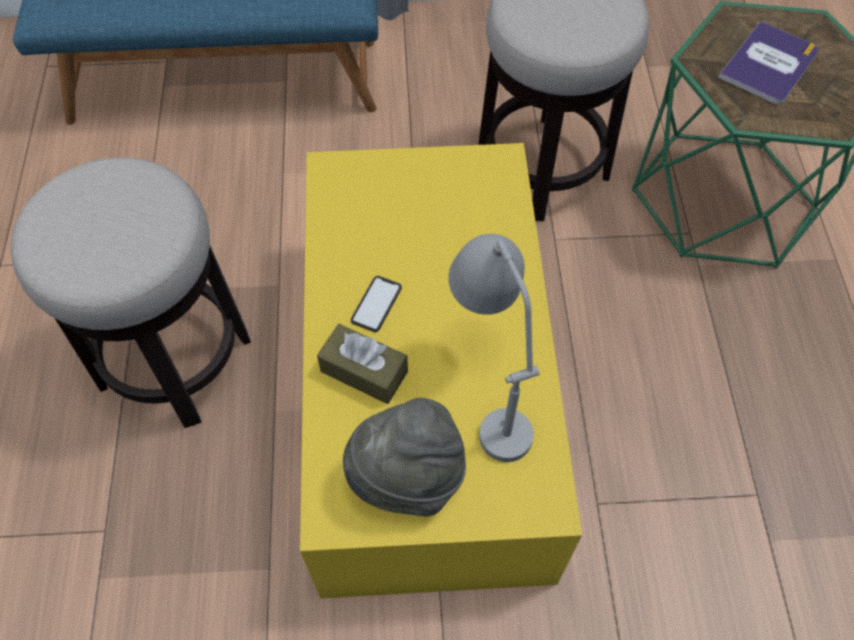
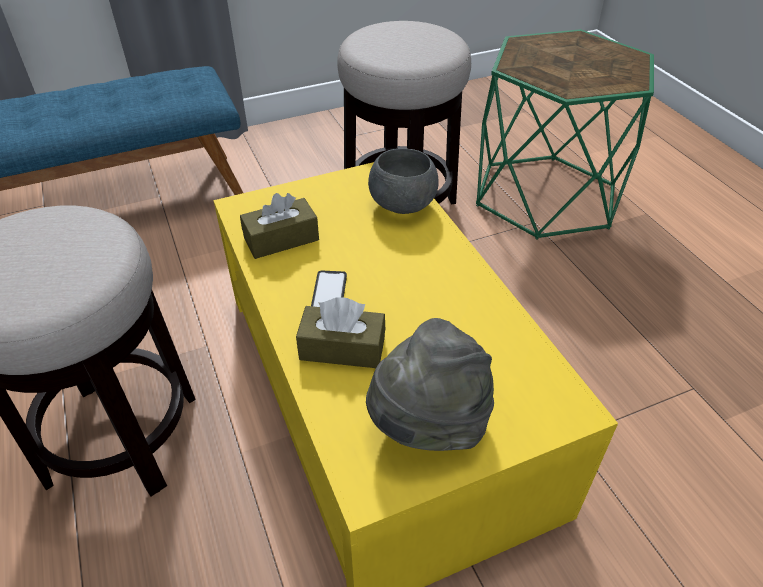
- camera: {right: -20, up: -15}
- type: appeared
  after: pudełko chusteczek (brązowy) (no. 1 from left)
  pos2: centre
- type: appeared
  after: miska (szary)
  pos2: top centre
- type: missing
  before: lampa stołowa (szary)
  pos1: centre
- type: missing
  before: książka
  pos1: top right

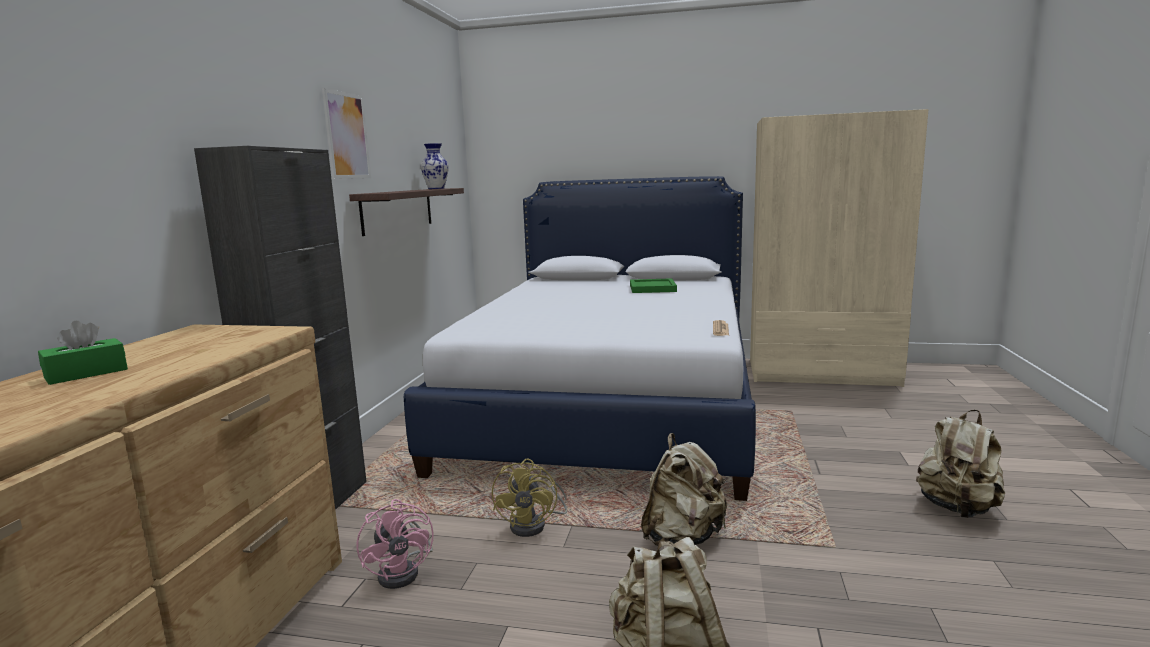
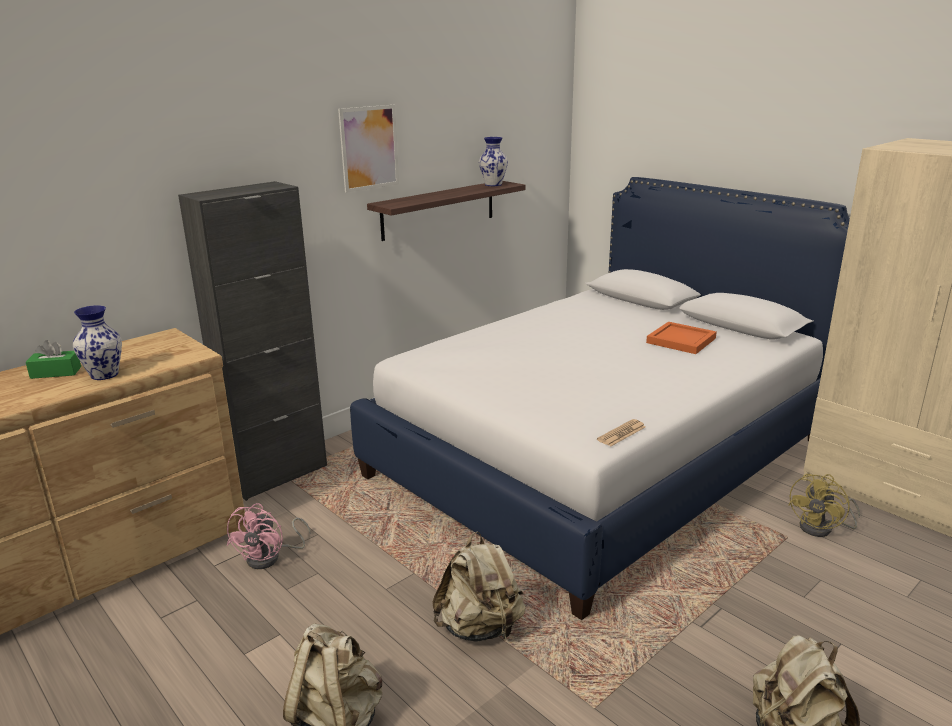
- camera: {right: 35, up: 10}
- type: appeared
  after: wazon (no. 1 from left)
  pos2: middle left
- type: colour
  before: taca (zielony)
  after: taca (pomarańczowy)
  pos1: centre
  pos2: middle right
- type: relocated
  before: wentylator (żółty)
  pos1: bottom centre
  pos2: bottom right

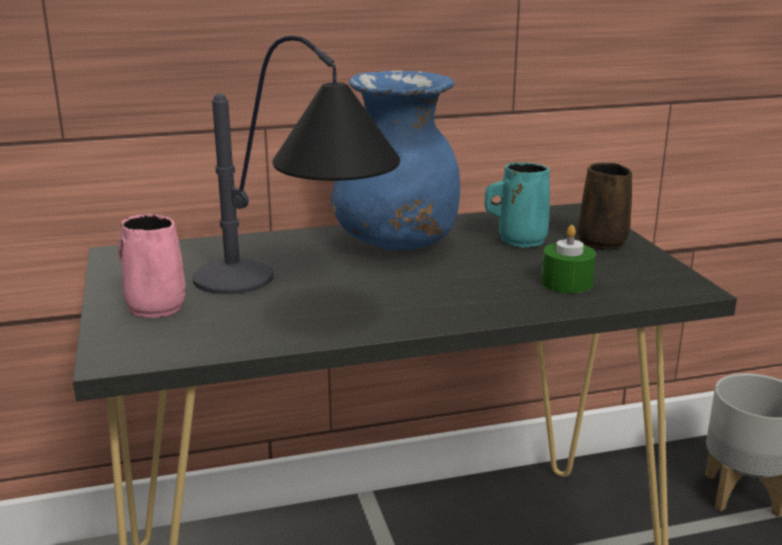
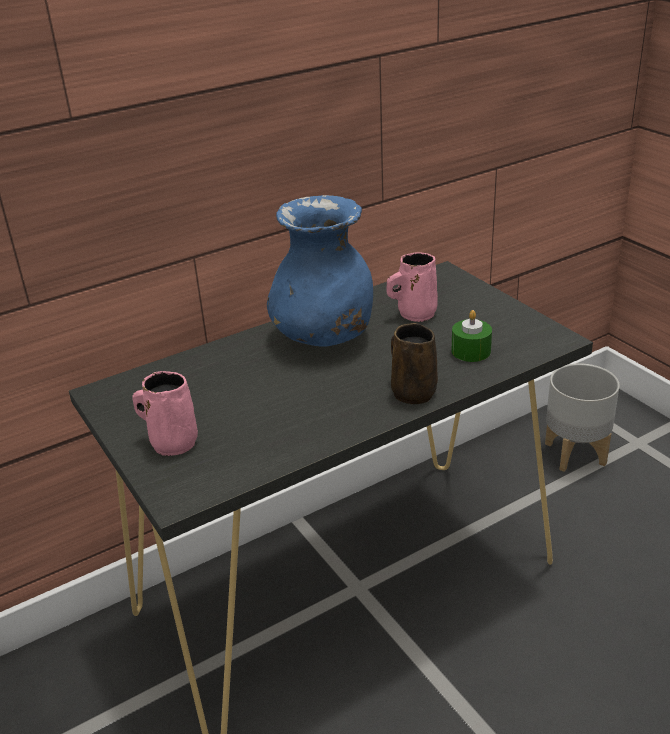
- camera: {right: -15, up: 10}
- type: colour
  before: kubek (turkusowy)
  after: kubek (różowy) (no. 2 from left)
  pos1: centre
  pos2: centre
- type: relocated
  before: kubek (brązowy)
  pos1: middle right
  pos2: centre
- type: missing
  before: lampa stołowa
  pos1: top centre

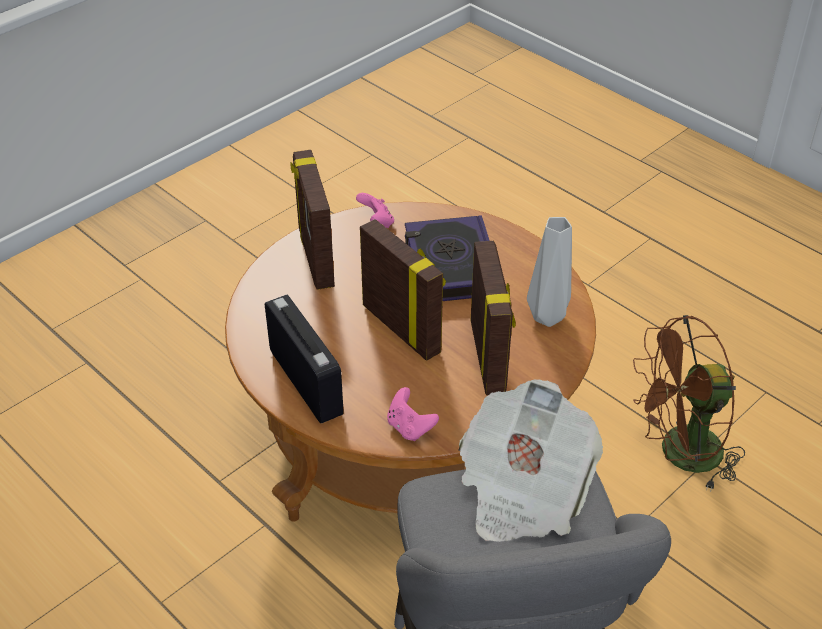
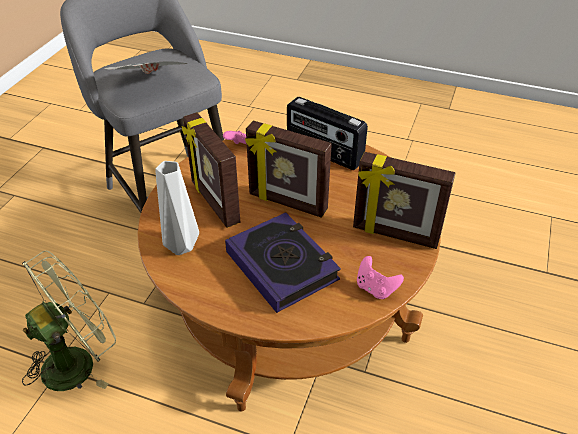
- camera: {right: 155, up: 0}
- type: colour
  before: wentylator (brązowy)
  after: wentylator (zielony)
  pos1: middle right
  pos2: bottom left
- type: spun
  before: ramka na zdjęcie (no. 1 from left in the first image)
  pos1: centre
  pos2: middle right
  turn: 150

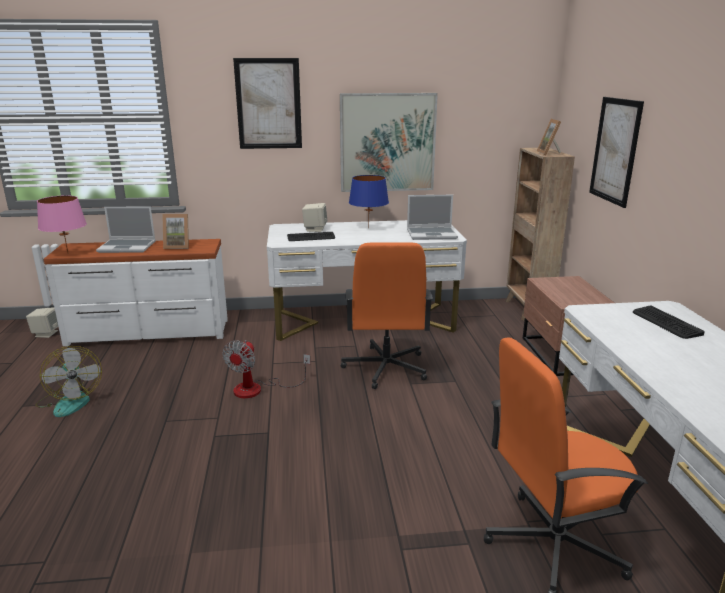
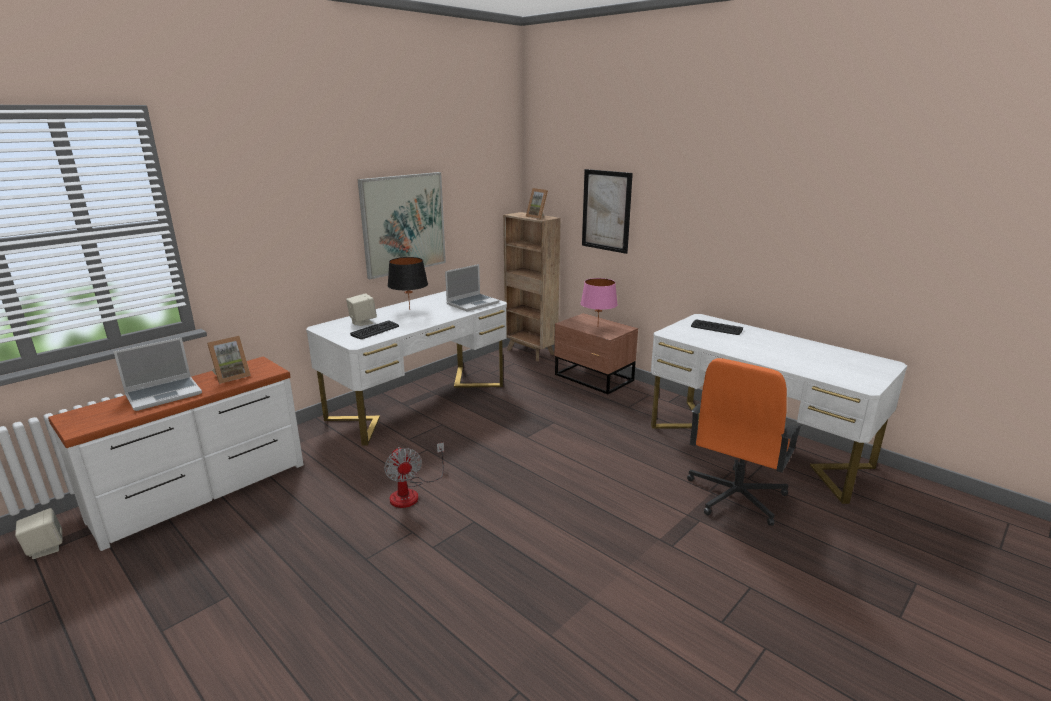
- camera: {right: -40, up: 0}
- type: colour
  before: lampa stołowa (niebieski)
  after: lampa stołowa (czarny)
  pos1: centre
  pos2: centre
- type: relocated
  before: lampa stołowa (różowy)
  pos1: middle left
  pos2: centre
- type: missing
  before: wentylator (no. 1 from left)
  pos1: middle left
- type: missing
  before: obraz (no. 1 from left)
  pos1: top centre
- type: missing
  before: krzesło biurowe (pomarańczowy) (no. 1 from left)
  pos1: centre

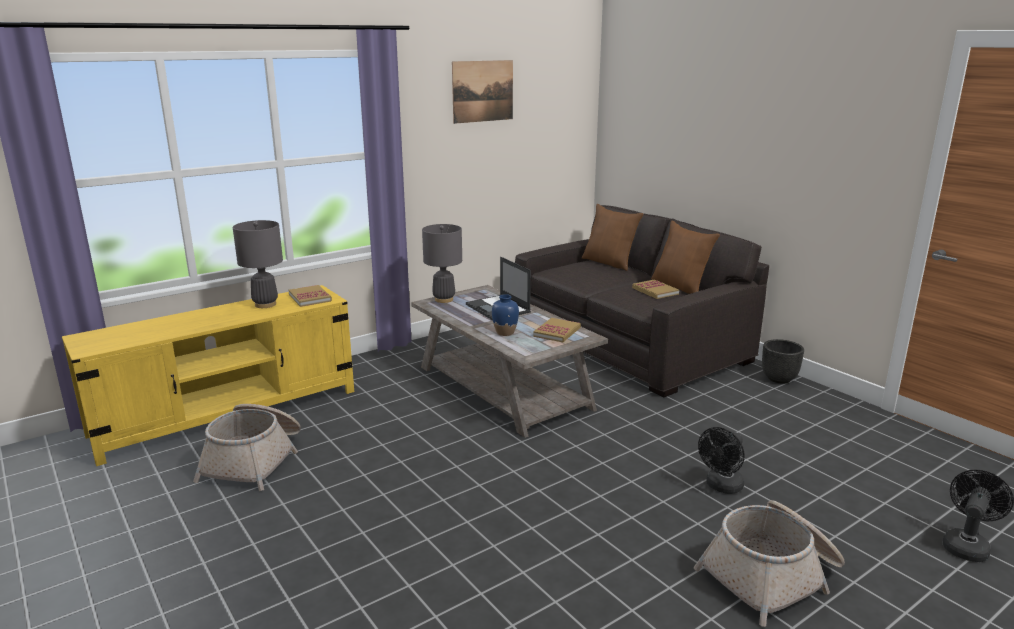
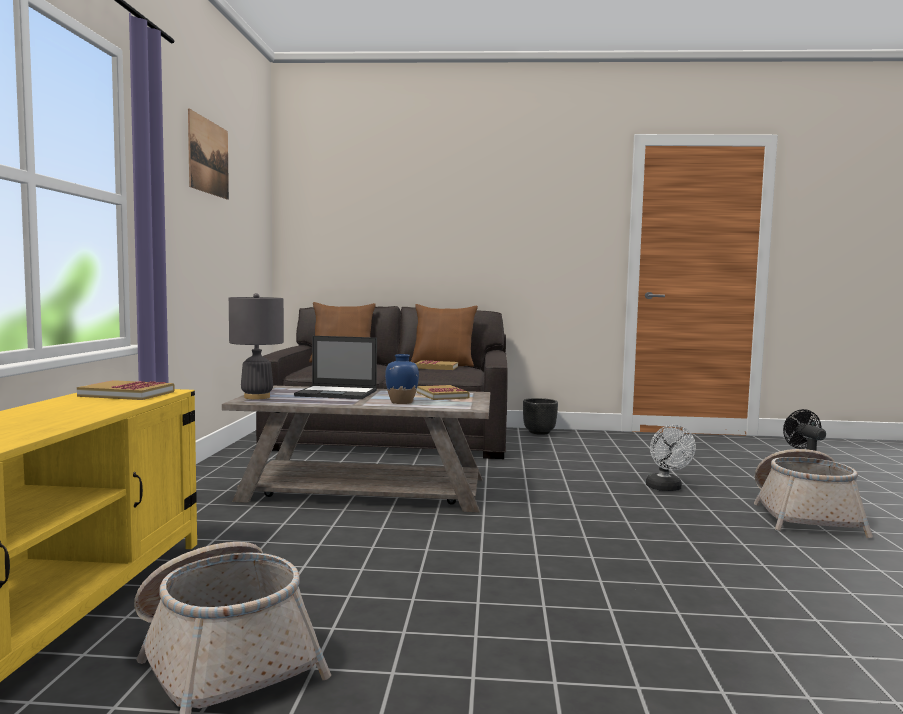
- camera: {right: -50, up: -15}
- type: colour
  before: wentylator (czarny) (no. 1 from left)
  after: wentylator (biały)
  pos1: bottom right
  pos2: middle right
- type: missing
  before: lampa stołowa (szary) (no. 1 from left)
  pos1: middle left

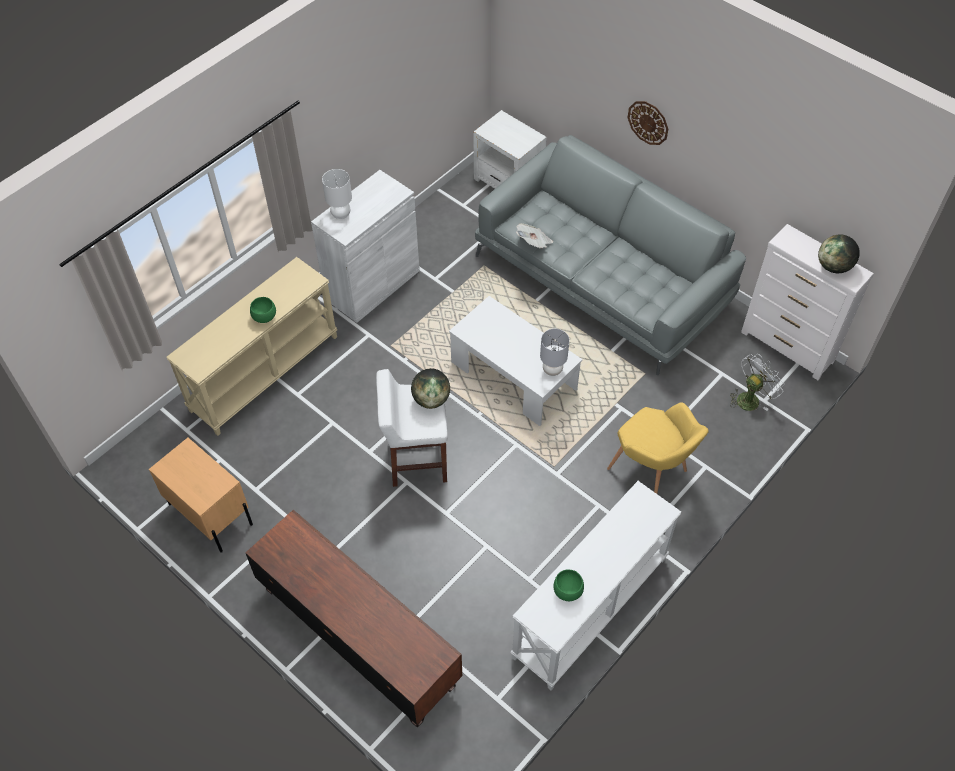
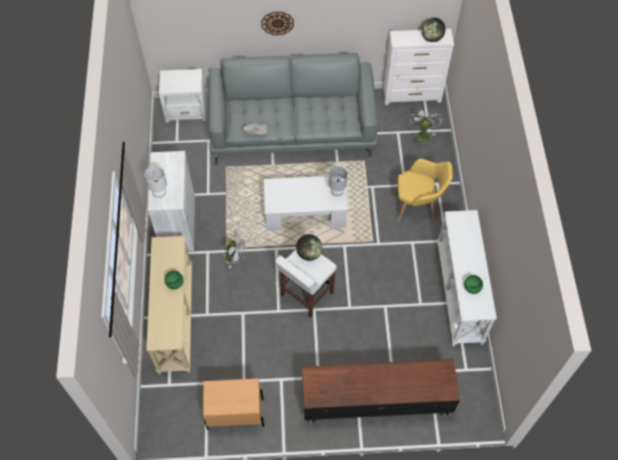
- camera: {right: -45, up: 5}
- type: appeared
  after: wentylator (biały) (no. 1 from left)
  pos2: centre

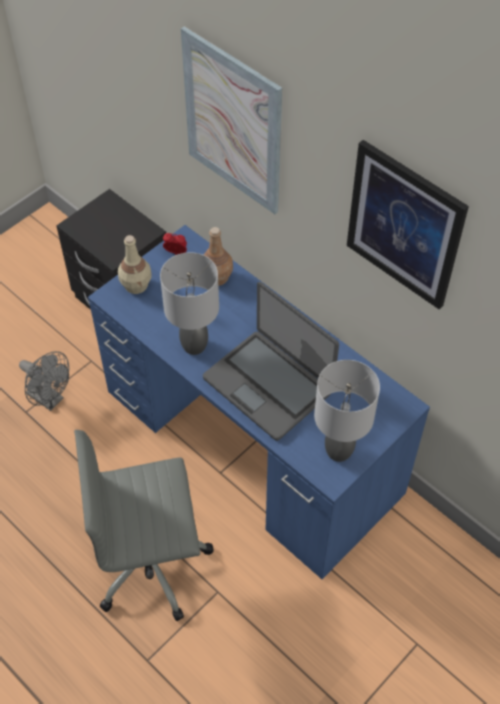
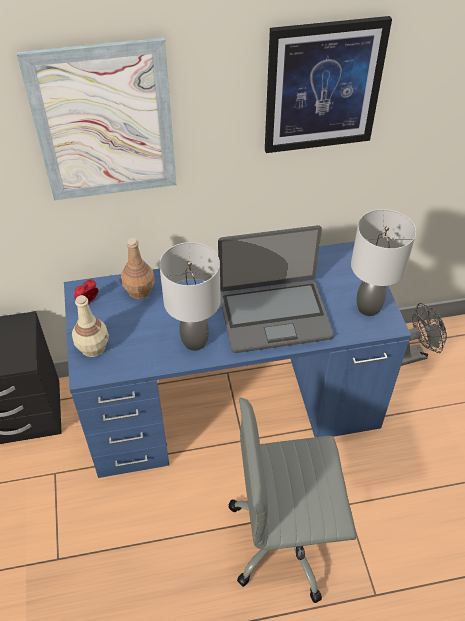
- camera: {right: -55, up: -5}
- type: spun
  before: krzesło biurowe (szary)
  pos1: bottom left
  pos2: bottom centre
  turn: 60
- type: relocated
  before: wentylator (szary)
  pos1: middle left
  pos2: middle right

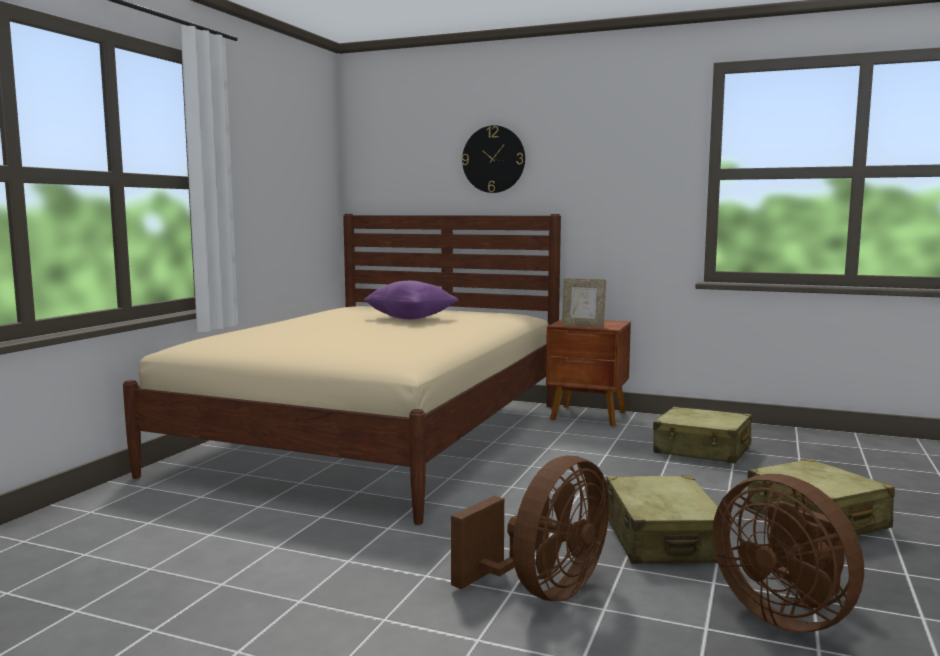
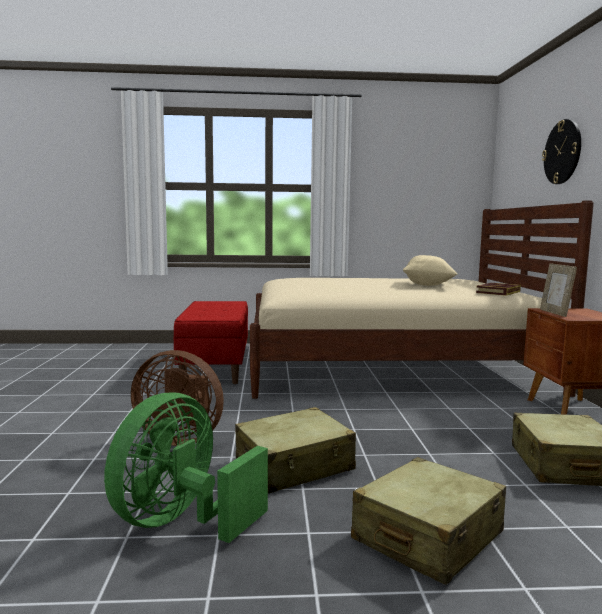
- camera: {right: 65, up: 0}
- type: colour
  before: wentylator (brązowy) (no. 2 from left)
  after: wentylator (zielony)
  pos1: bottom right
  pos2: bottom left
- type: appeared
  after: ławka (czerwony)
  pos2: centre
- type: colour
  before: poduszka (fioletowy)
  after: poduszka (beżowy)
  pos1: centre
  pos2: middle right
- type: appeared
  after: książka
  pos2: middle right

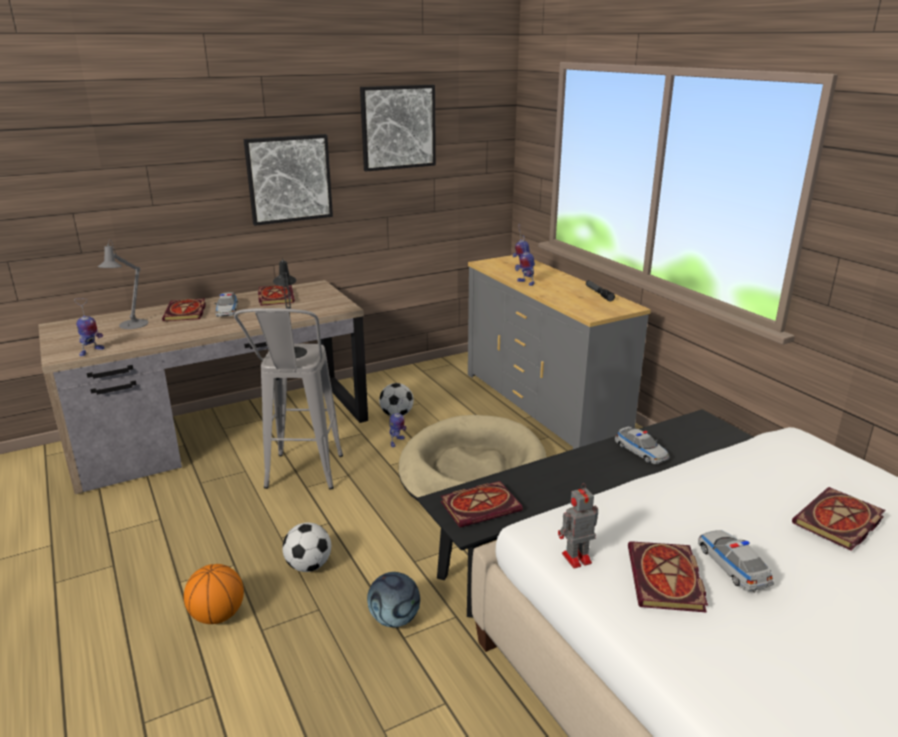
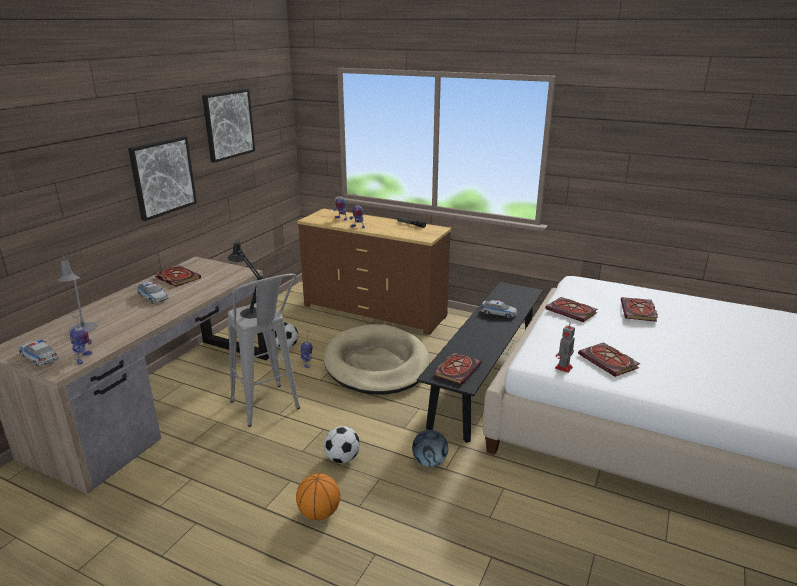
- camera: {right: -35, up: 0}
- type: relocated
  before: samochodzik (no. 3 from left in the first image)
  after: samochodzik (no. 1 from left)
  pos1: bottom right
  pos2: middle left
- type: colour
  before: komoda (szary)
  after: komoda (brązowy)
  pos1: centre
  pos2: centre
- type: relocated
  before: książka (no. 1 from left in the first image)
  after: książka (no. 3 from left)
  pos1: middle left
  pos2: middle right

